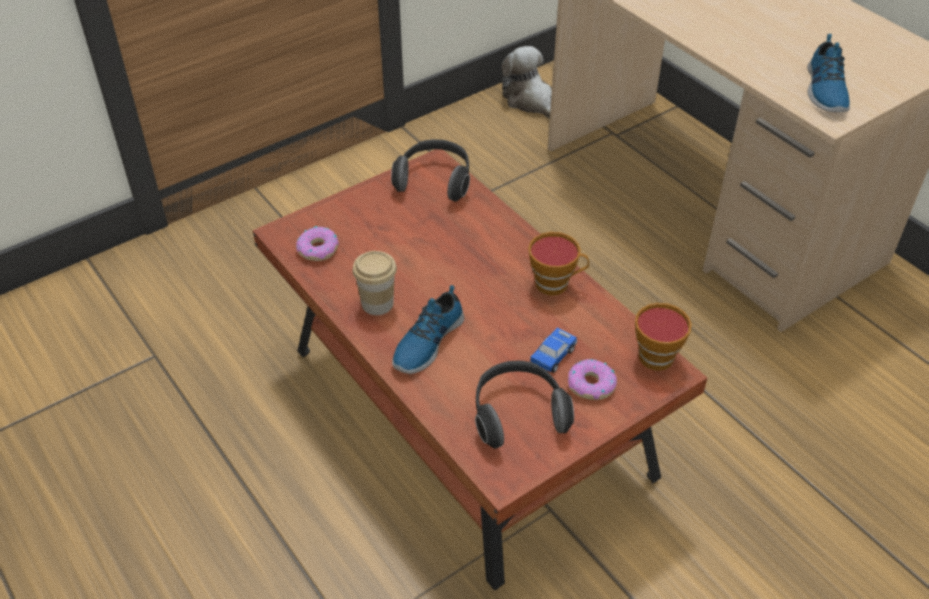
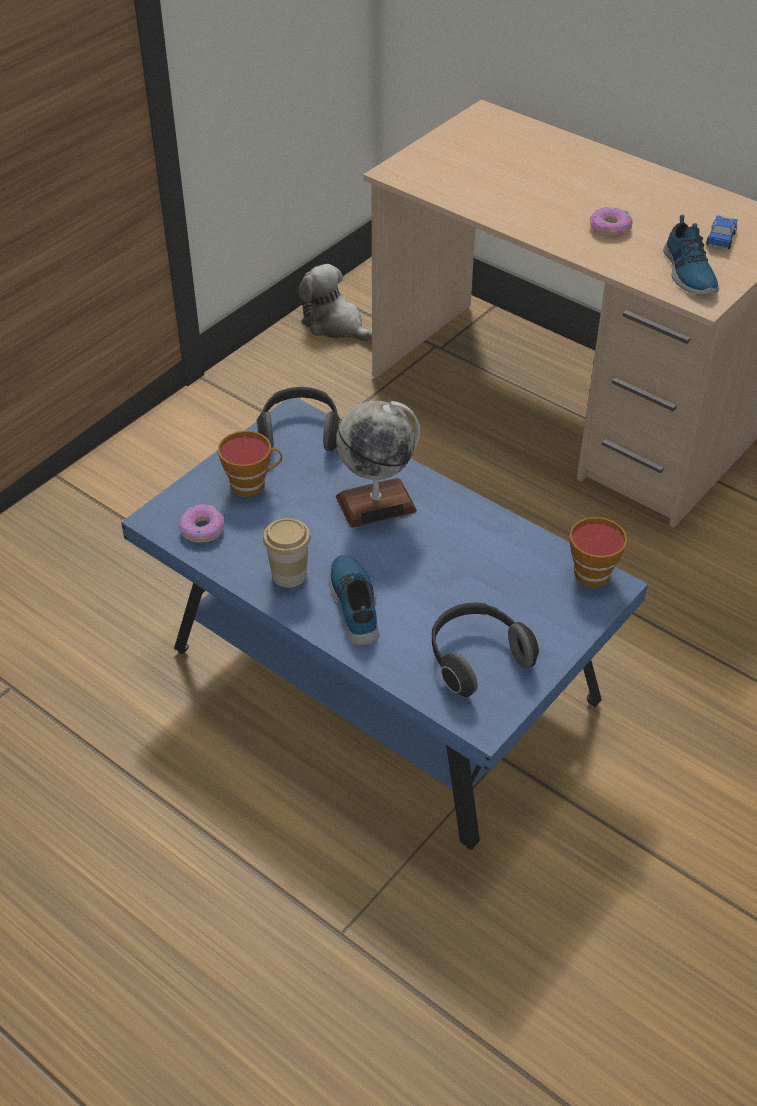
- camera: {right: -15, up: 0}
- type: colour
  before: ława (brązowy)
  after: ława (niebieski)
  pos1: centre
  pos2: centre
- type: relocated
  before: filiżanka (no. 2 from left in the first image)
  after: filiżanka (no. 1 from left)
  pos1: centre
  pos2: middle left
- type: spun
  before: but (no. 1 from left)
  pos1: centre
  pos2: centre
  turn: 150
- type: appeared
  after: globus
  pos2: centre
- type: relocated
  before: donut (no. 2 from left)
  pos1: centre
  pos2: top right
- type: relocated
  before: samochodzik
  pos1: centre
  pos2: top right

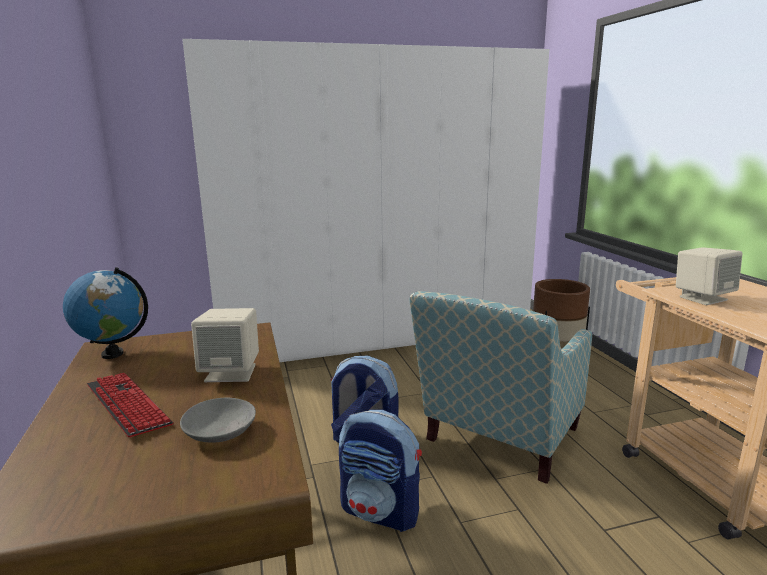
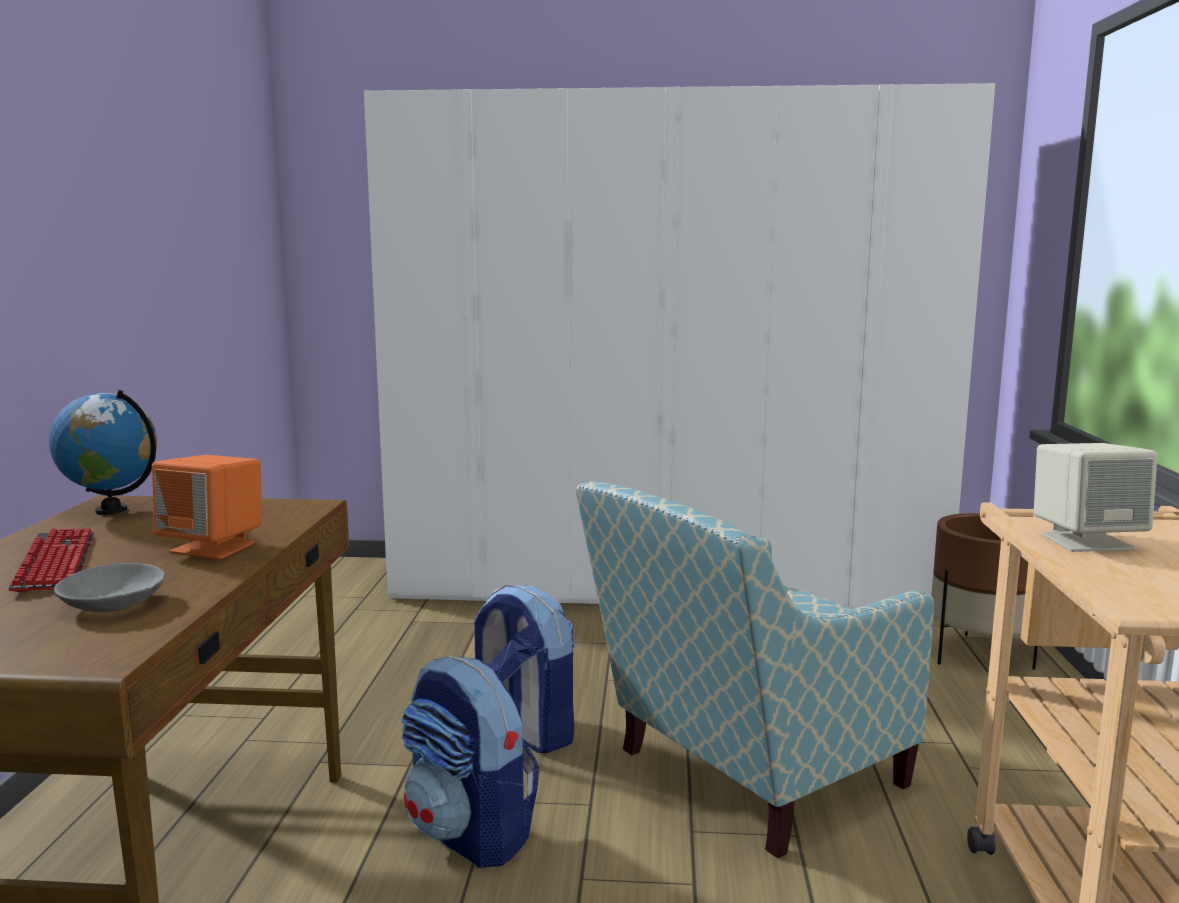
- camera: {right: 20, up: -5}
- type: colour
  before: głośnik (beżowy) (no. 1 from left)
  after: głośnik (pomarańczowy)
  pos1: middle left
  pos2: middle left

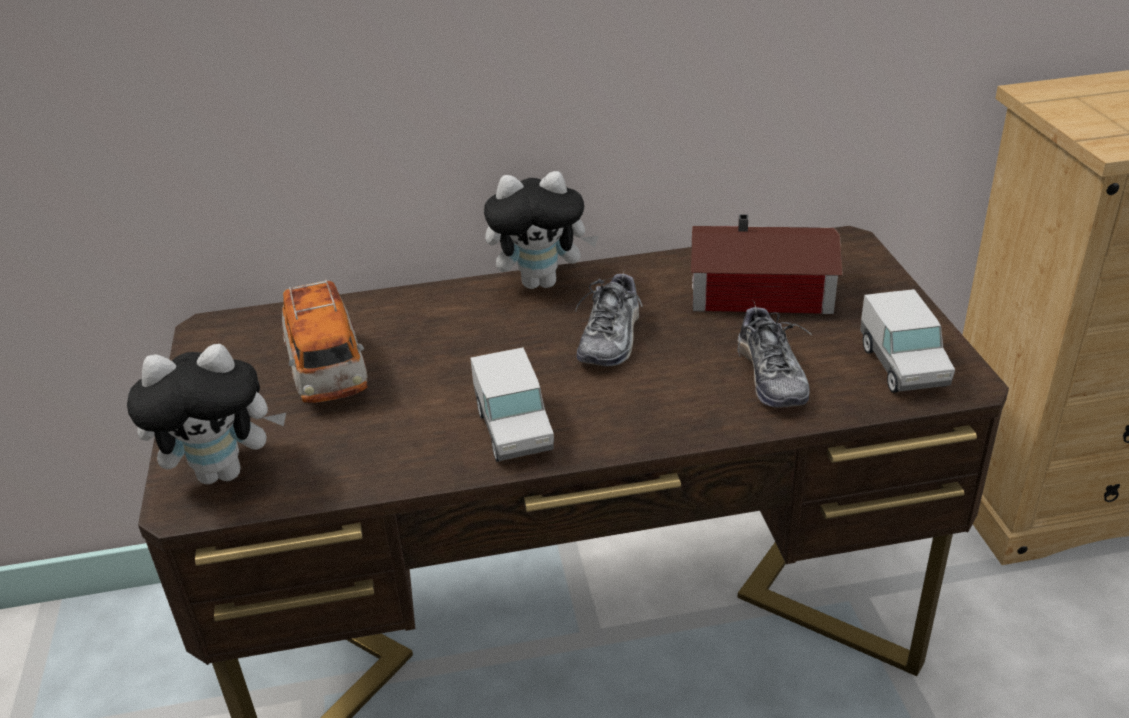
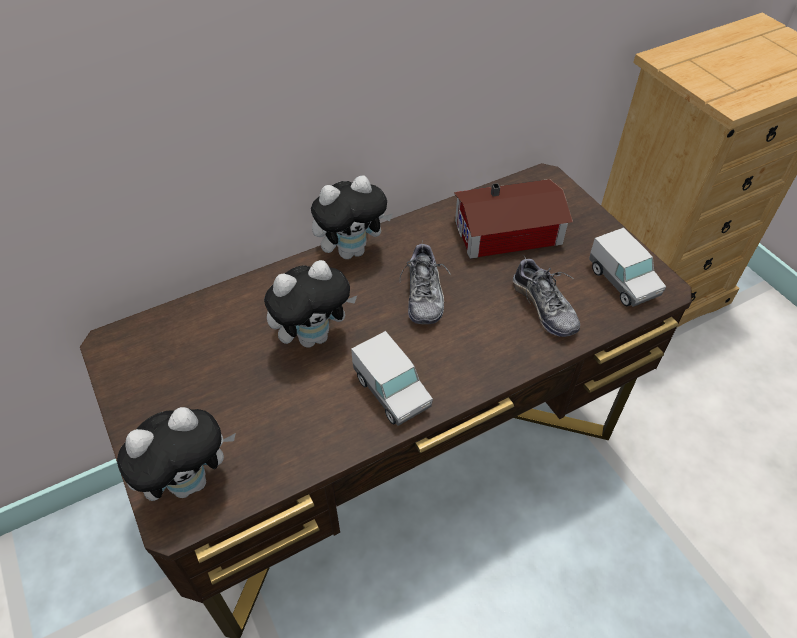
- camera: {right: -20, up: 15}
- type: appeared
  after: pluszak (no. 2 from left)
  pos2: centre
- type: missing
  before: samochodzik
  pos1: middle left

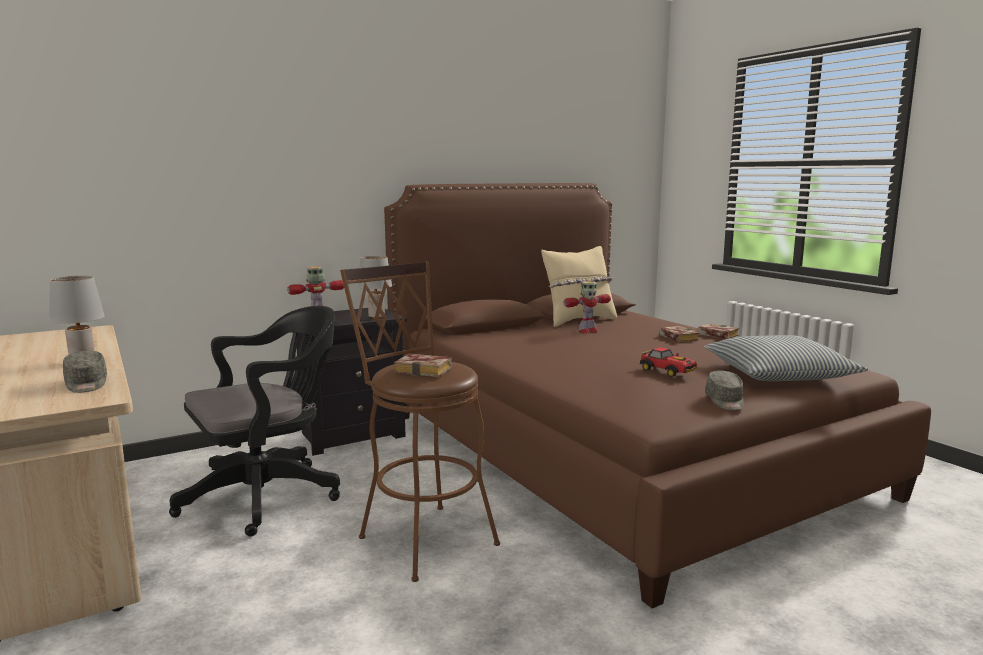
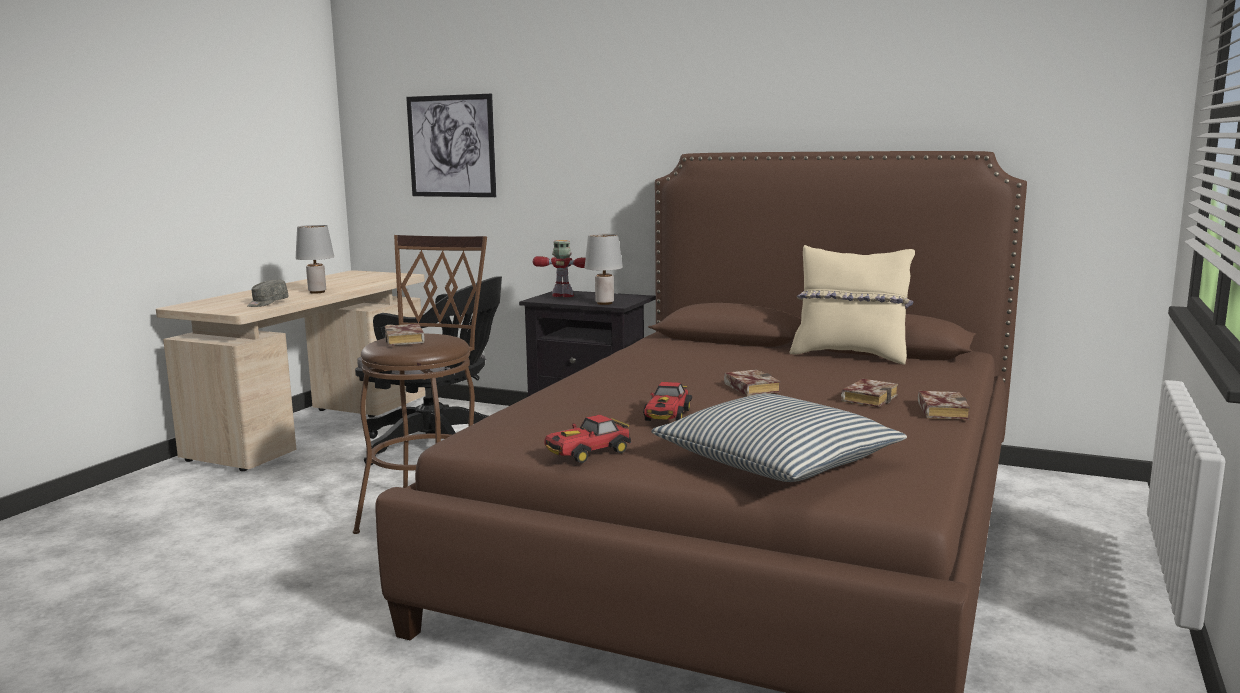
- camera: {right: 55, up: 0}
- type: appeared
  after: obraz
  pos2: top centre
- type: exchanged
  before: czapka z daszkiem (szary) (no. 2 from left)
  after: samochodzik (no. 1 from left)
  pos1: middle right
  pos2: centre
- type: appeared
  after: książka (no. 2 from left)
  pos2: centre
- type: missing
  before: robot zabawkowy (no. 2 from left)
  pos1: centre

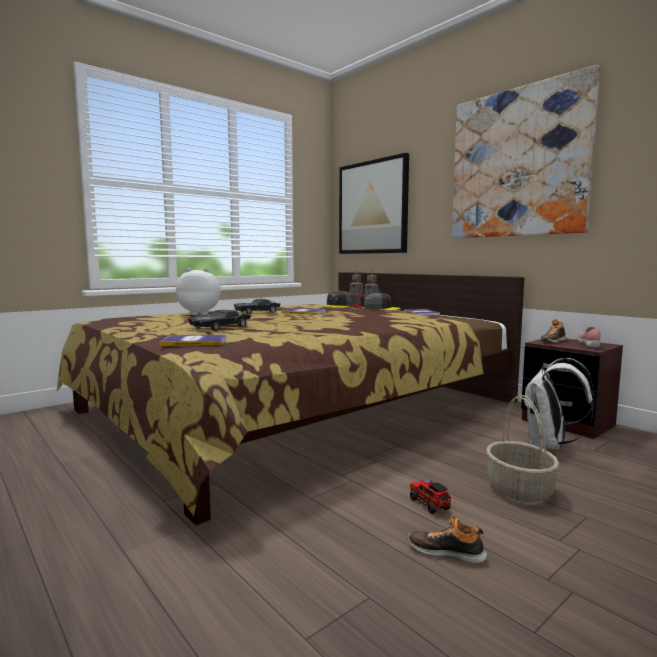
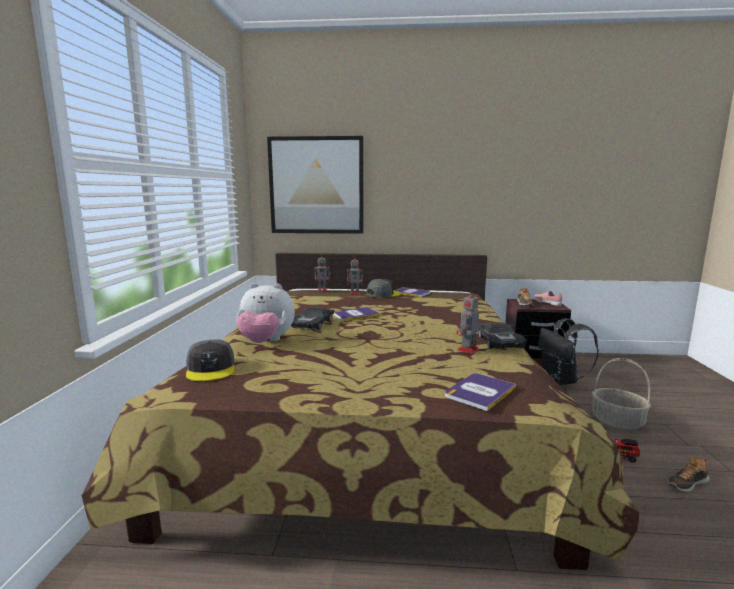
- camera: {right: -45, up: 5}
- type: relocated
  before: czapka z daszkiem (szary) (no. 1 from left)
  pos1: centre
  pos2: middle left
- type: spun
  before: pluszak
  pos1: middle left
  pos2: centre
  turn: -135
- type: appeared
  after: robot zabawkowy (no. 3 from left)
  pos2: centre
- type: relocated
  before: samochodzik (czarny) (no. 1 from left in the first image)
  after: samochodzik (czarny) (no. 2 from left)
  pos1: centre
  pos2: middle right
- type: colour
  before: plecak (biały)
  after: plecak (czarny)
  pos1: middle right
  pos2: middle right
- type: missing
  before: obraz (no. 2 from left)
  pos1: top right

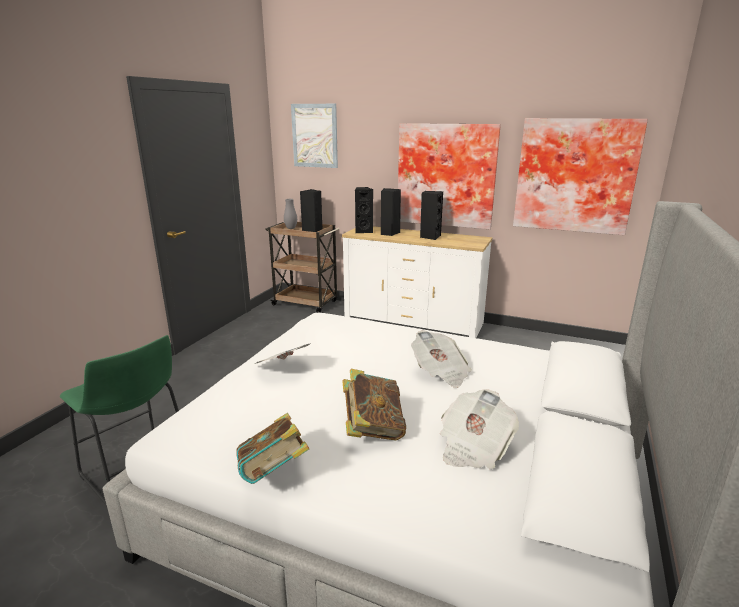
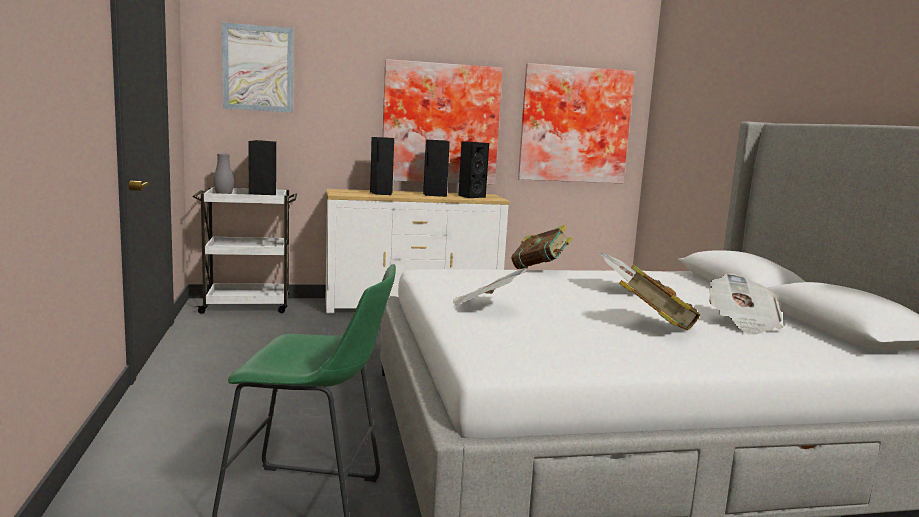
- camera: {right: -35, up: -10}
- type: colour
  before: wózek (brązowy)
  after: wózek (biały)
  pos1: centre
  pos2: middle left
- type: relocated
  before: głośnik (czarny) (no. 2 from left in the first image)
  after: głośnik (czarny) (no. 4 from left)
  pos1: centre
  pos2: top centre
- type: relocated
  before: książka (no. 1 from left)
  pos1: bottom centre
  pos2: centre

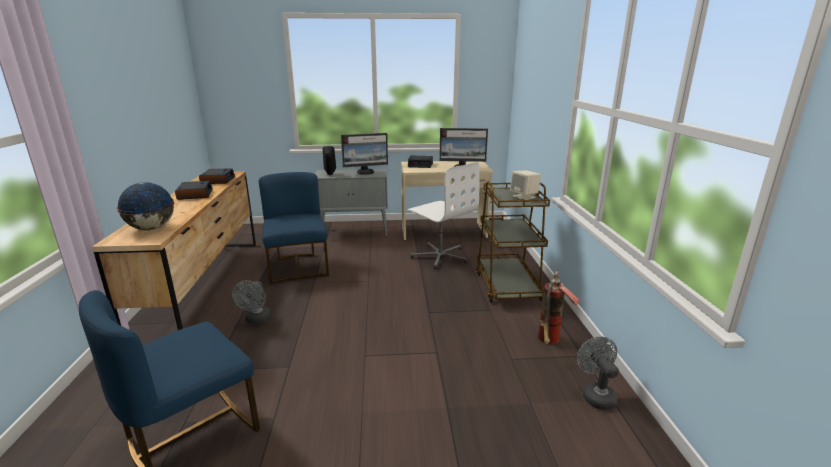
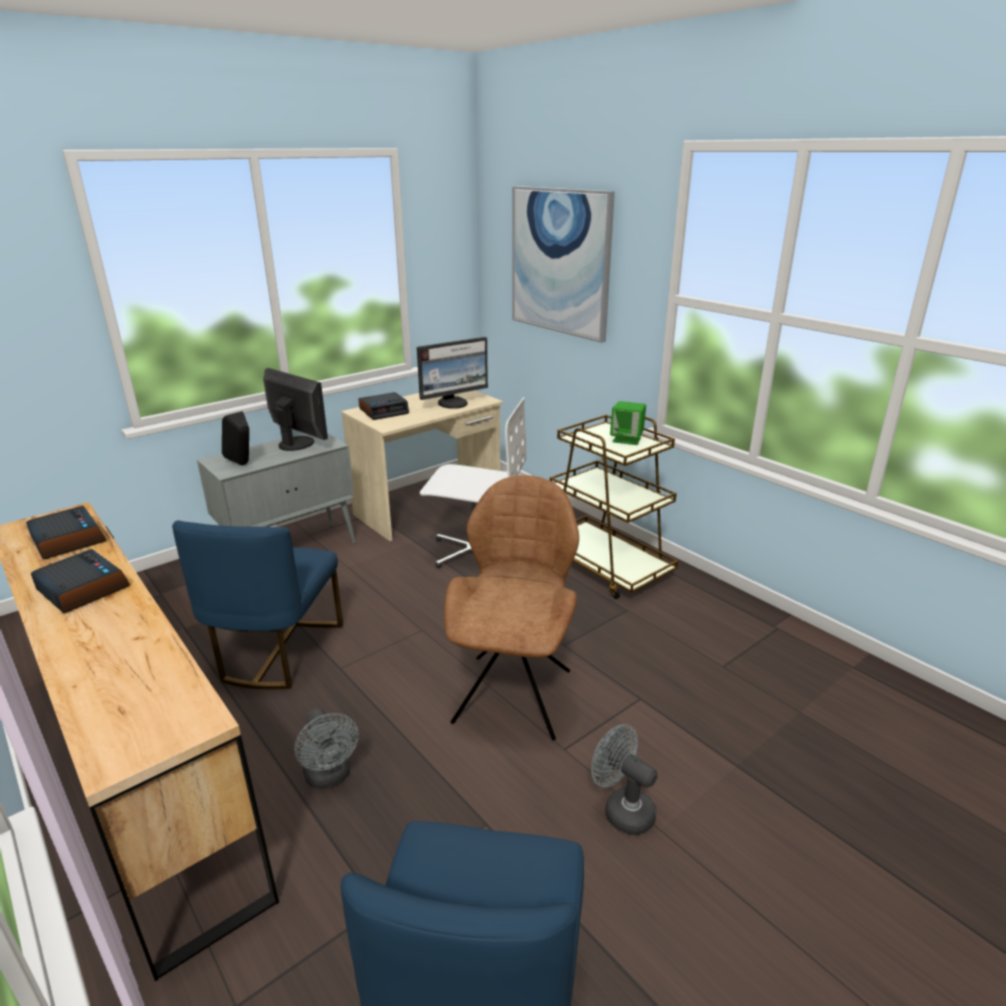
- camera: {right: -35, up: 5}
- type: spun
  before: krzesło (niebieski) (no. 2 from left in the first image)
  pos1: centre
  pos2: middle left
  turn: -120
- type: spun
  before: monitor (no. 1 from left)
  pos1: top centre
  pos2: middle left
  turn: -90
- type: appeared
  after: krzesło (brązowy)
  pos2: centre
- type: appeared
  after: obraz
  pos2: top centre
- type: relocated
  before: wentylator (szary) (no. 2 from left)
  pos1: bottom right
  pos2: bottom centre
- type: colour
  before: głośnik (beżowy)
  after: głośnik (zielony)
  pos1: centre
  pos2: centre
- type: missing
  before: globus
  pos1: middle left
- type: missing
  before: gaśnica
  pos1: middle right

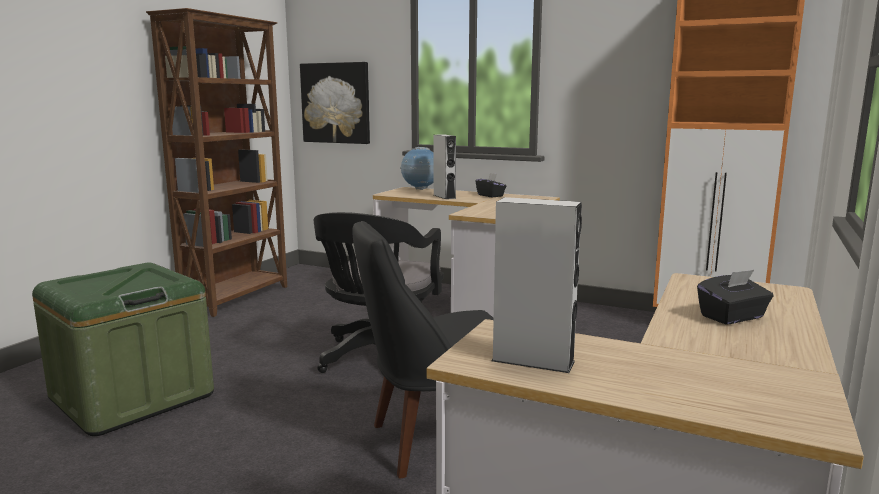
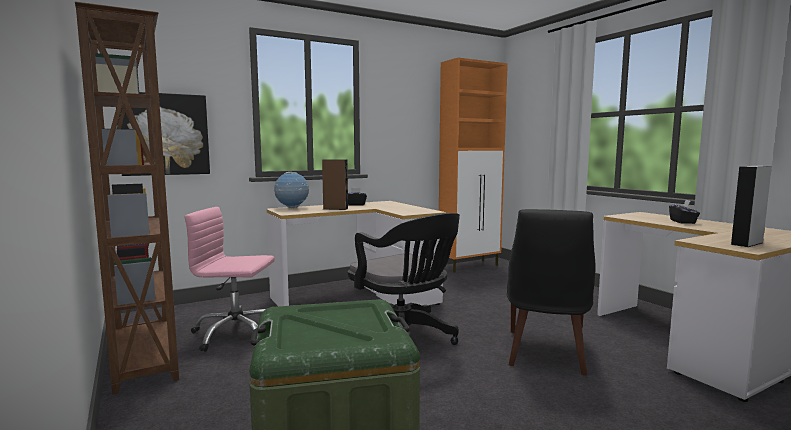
- camera: {right: -55, up: -5}
- type: appeared
  after: krzesło biurowe (różowy)
  pos2: middle left
- type: colour
  before: głośnik (szary) (no. 1 from left)
  after: głośnik (brązowy)
  pos1: centre
  pos2: centre

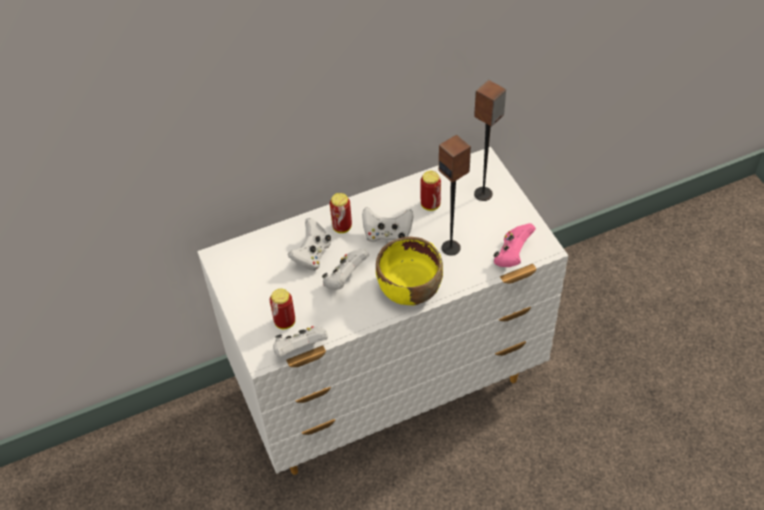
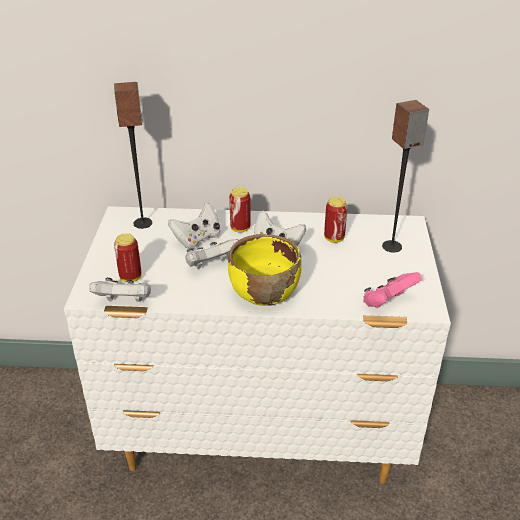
- camera: {right: 25, up: -15}
- type: relocated
  before: głośnik (no. 1 from left)
  pos1: centre
  pos2: top left

